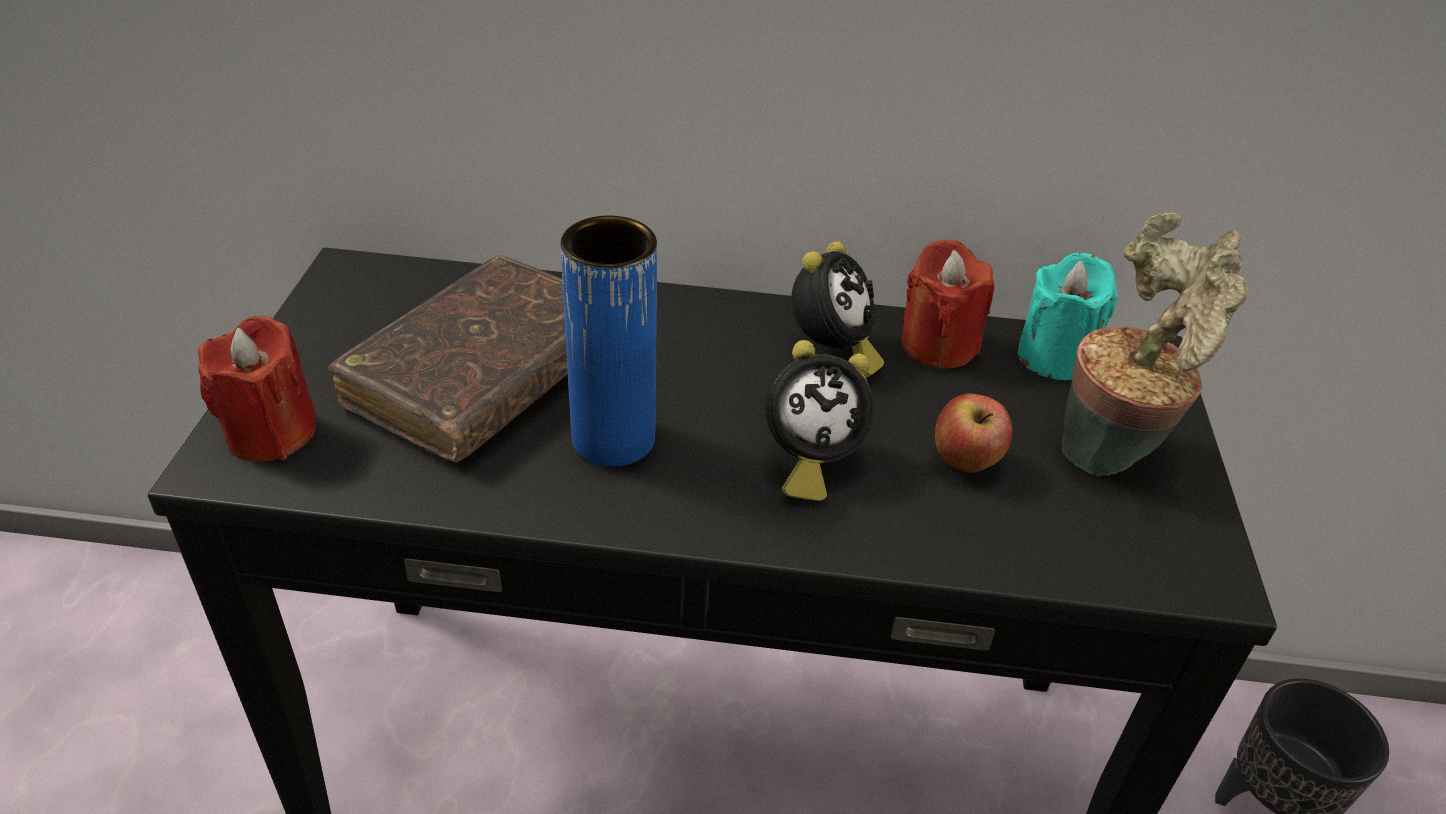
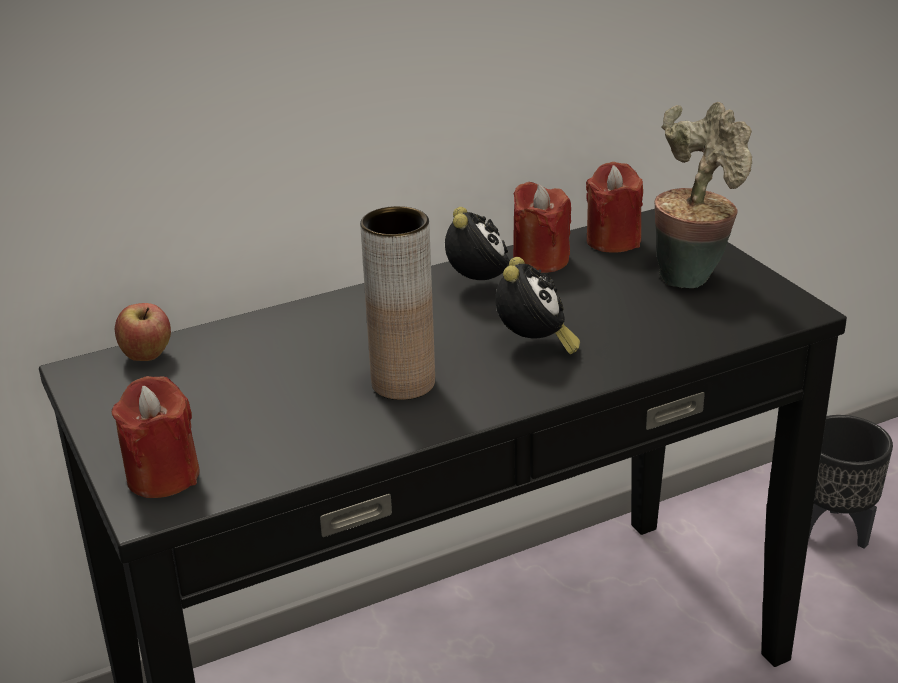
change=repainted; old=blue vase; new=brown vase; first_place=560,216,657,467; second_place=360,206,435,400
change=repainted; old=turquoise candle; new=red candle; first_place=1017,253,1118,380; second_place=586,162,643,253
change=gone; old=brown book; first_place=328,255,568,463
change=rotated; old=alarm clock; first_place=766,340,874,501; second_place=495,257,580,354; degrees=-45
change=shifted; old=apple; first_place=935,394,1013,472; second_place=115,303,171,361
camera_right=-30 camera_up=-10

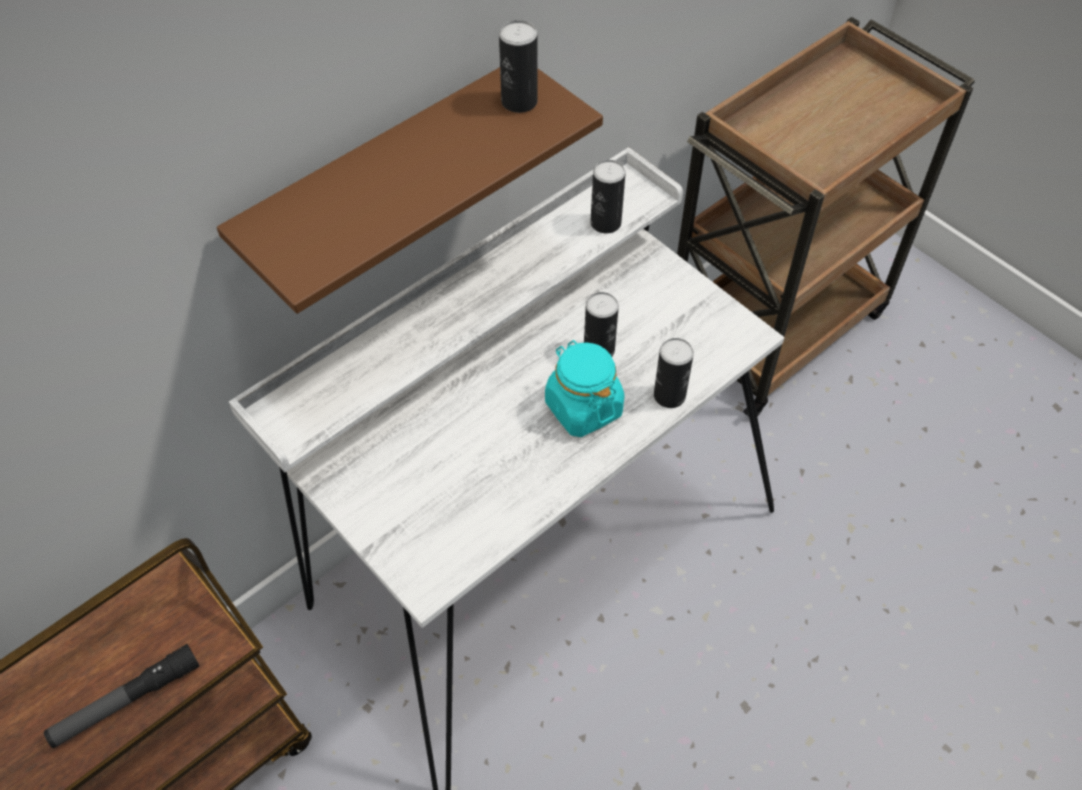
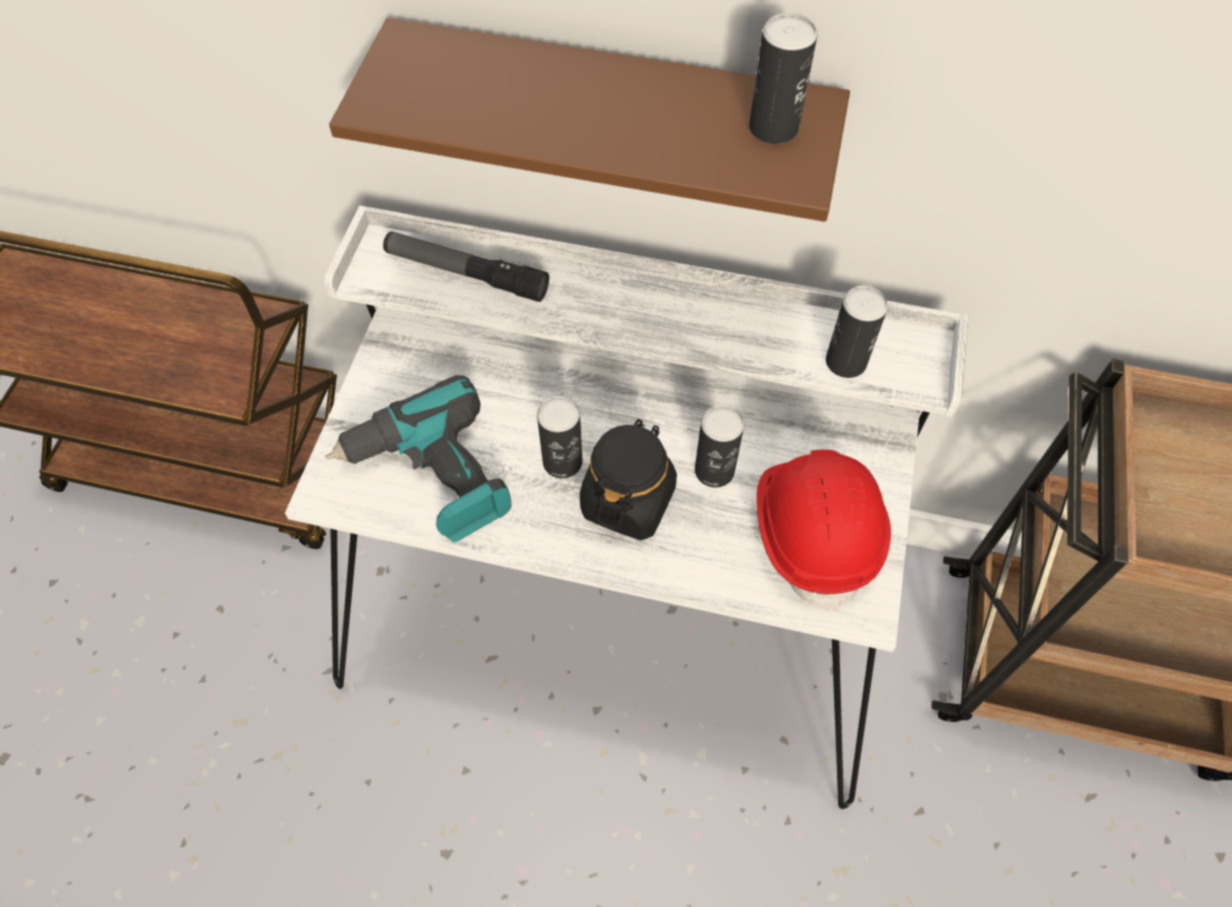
change=shifted; old=can; first_place=654,338,694,408; second_place=537,396,583,478
change=repainted; old=turquoise jar; new=black jar; first_place=545,340,624,437; second_place=580,419,677,540
change=shifted; old=flashlight; first_place=44,644,200,748; second_place=383,232,549,302
change=new; new=power drill; second_place=325,375,512,542
change=new; new=red hard hat; second_place=756,449,891,611
camera_right=55 camera_up=5

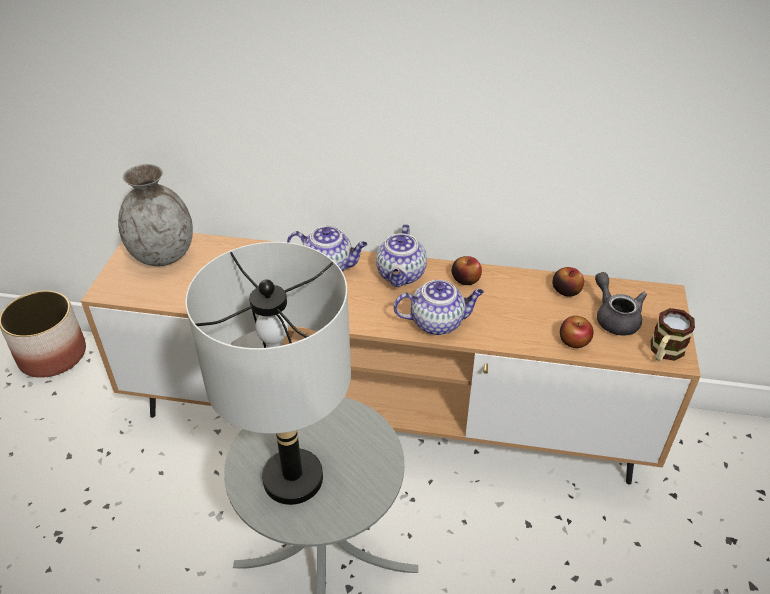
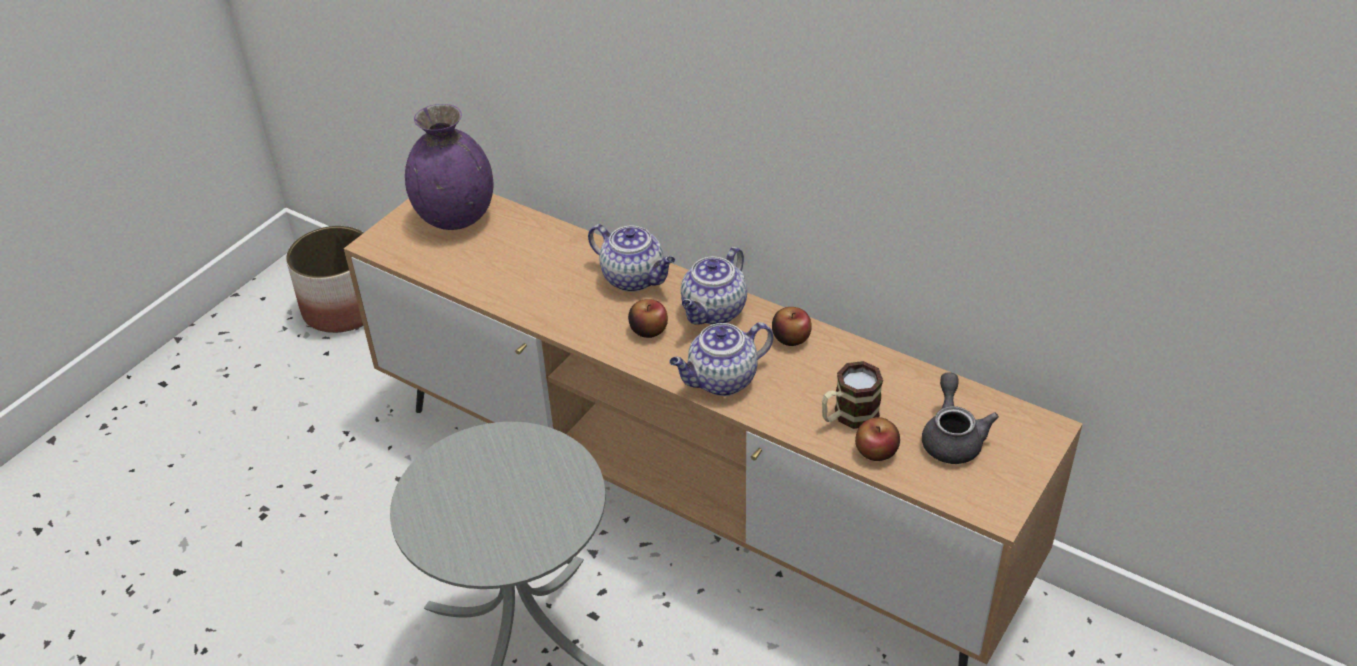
change=repainted; old=grey vase; new=purple vase; first_place=118,164,193,266; second_place=405,104,493,230
change=gone; old=grey table lamp; first_place=185,242,351,505
change=shifted; old=apple; first_place=552,267,584,297; second_place=628,299,668,338
change=rotated; old=teapot; first_place=393,280,484,335; second_place=669,322,773,396; degrees=135
change=shifted; old=mug; first_place=651,308,695,361; second_place=822,361,883,429
camera_right=25 camera_up=0

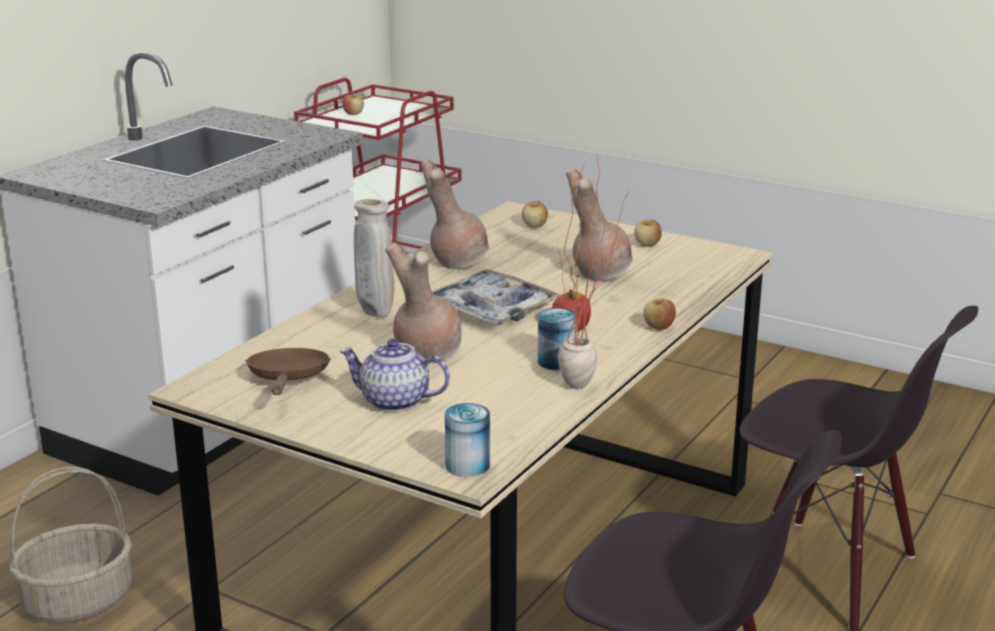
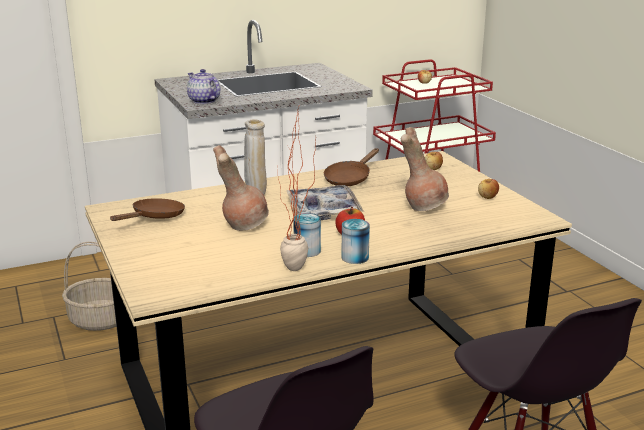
change=swapped; old=brown vase; new=brown frying pan; first_place=421,159,489,269; second_place=324,148,379,186
change=gone; old=apple; first_place=643,299,676,330
change=shifted; old=teapot; first_place=339,339,450,412; second_place=187,69,220,104
change=shifted; old=can; first_place=445,403,490,477; second_place=341,219,370,264
camera_right=35 camera_up=0

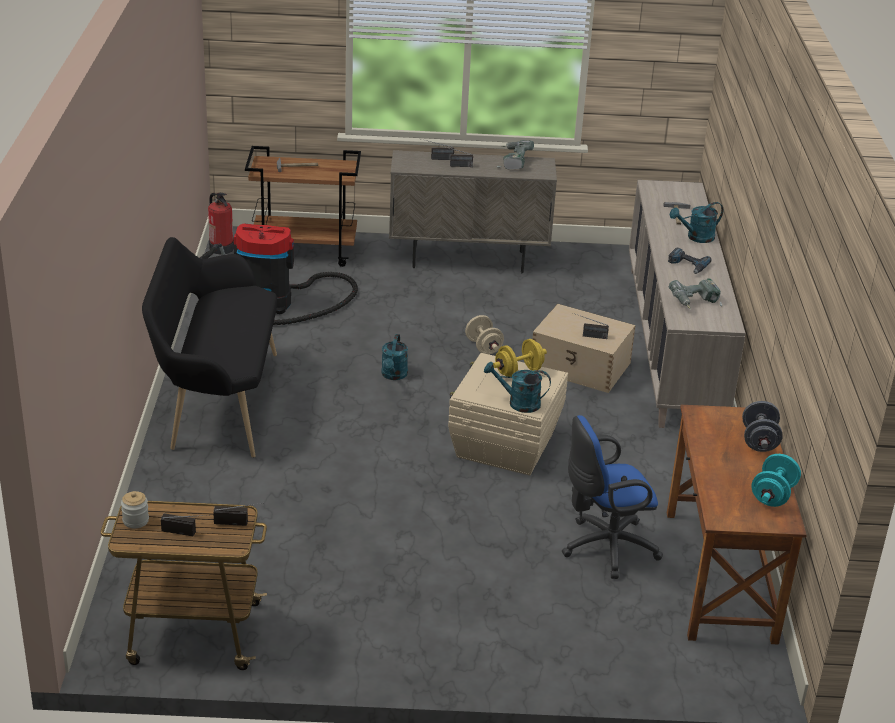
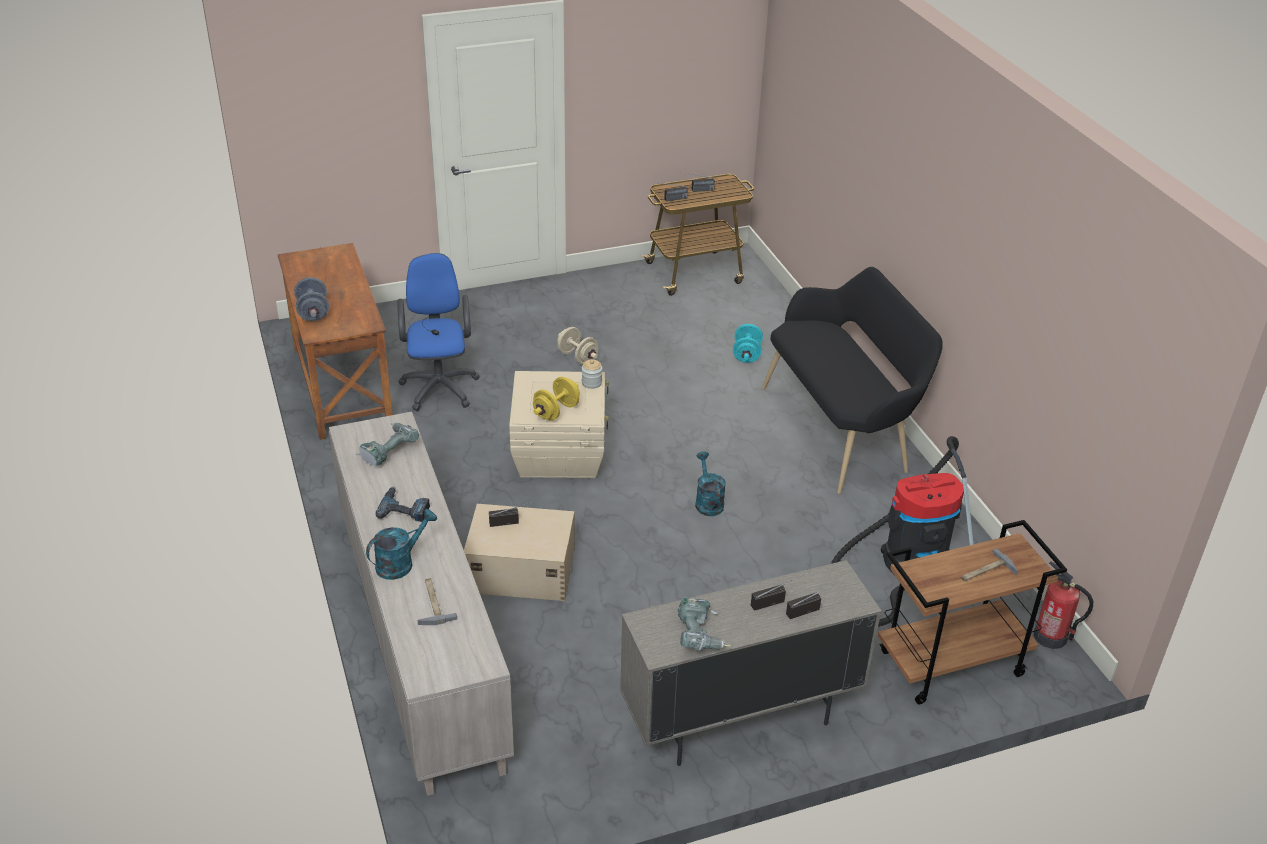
change=shifted; old=beige dumbbell; first_place=465,315,504,354; second_place=557,327,598,364
change=gone; old=turquoise watering can; first_place=484,362,551,413
change=rotated; old=blue office chair; first_place=562,415,663,579; second_place=397,253,480,411; degrees=-60
change=shifted; old=turquoise dumbbell; first_place=751,454,801,507; second_place=733,324,763,363
change=shifted; old=jar; first_place=121,491,149,528; second_place=582,359,602,389
camera_right=160 camera_up=5

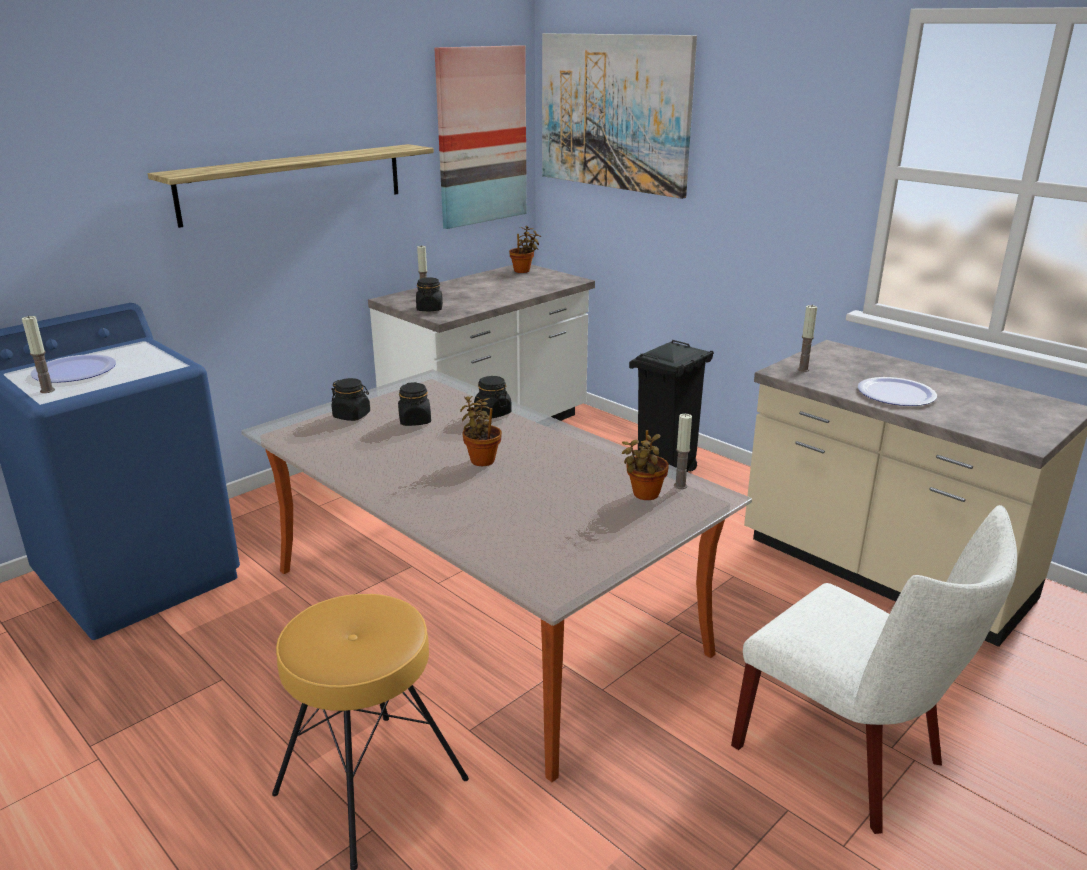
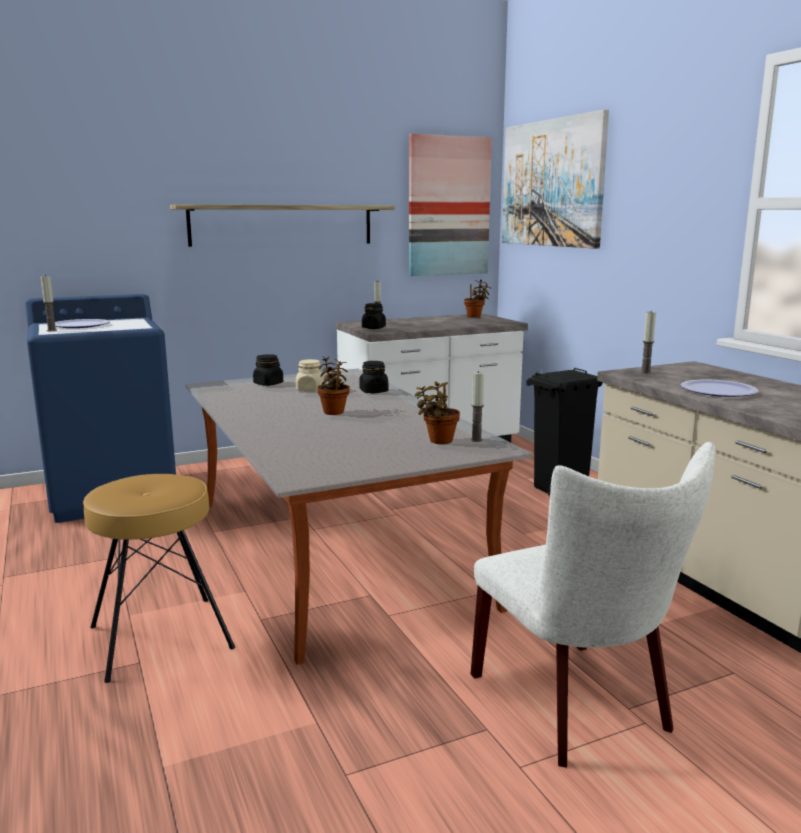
change=repainted; old=black jar; new=beige jar; first_place=398,382,431,426; second_place=296,359,324,392
camera_right=20 camera_up=-10

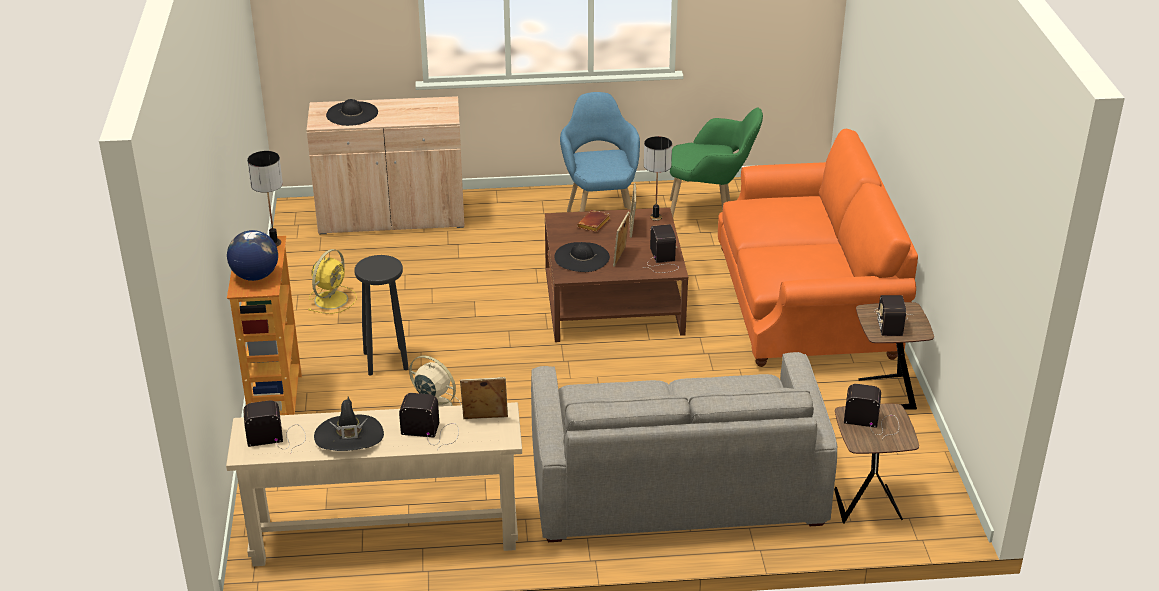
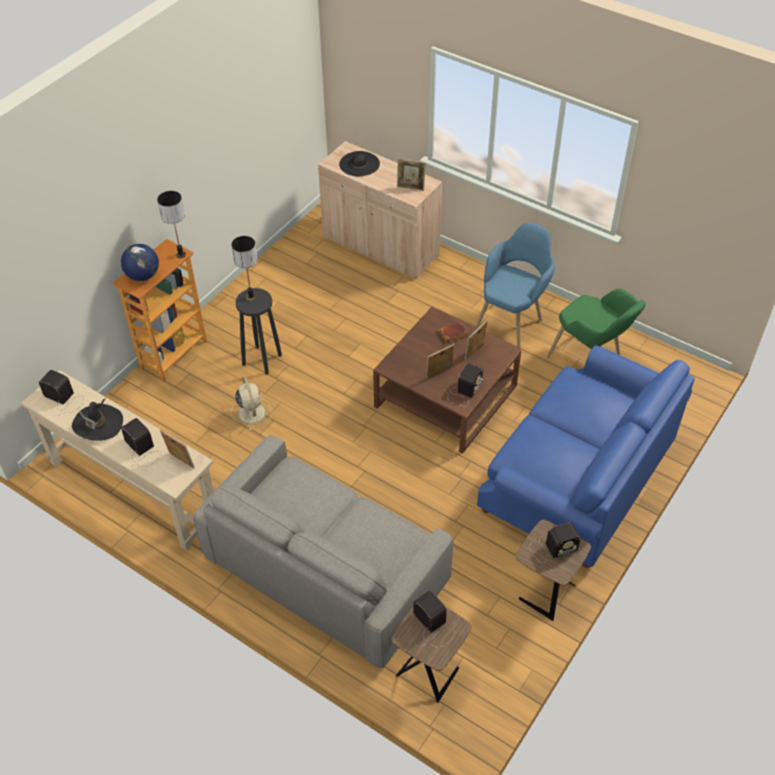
change=repainted; old=orange sofa; new=blue sofa; first_place=718,129,918,367; second_place=477,345,695,568
change=shifted; old=table lamp; first_place=644,136,672,221; second_place=231,236,258,301
change=gone; old=black hat; first_place=554,242,610,272
change=gone; old=yellow fan; first_place=308,249,357,314
change=rotated; old=radio; first_place=874,295,910,336; second_place=530,522,581,563; degrees=-150
change=new; new=picture frame; second_place=397,159,426,191
camera_right=40 camera_up=15

